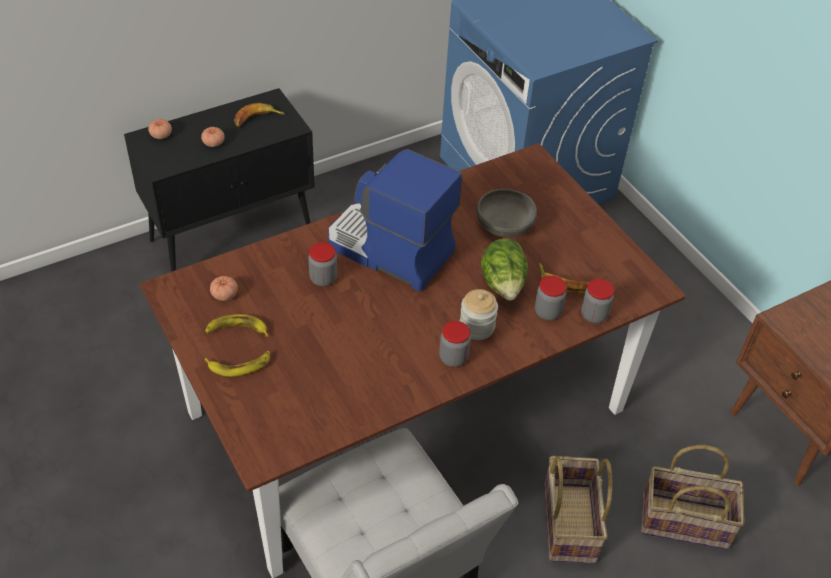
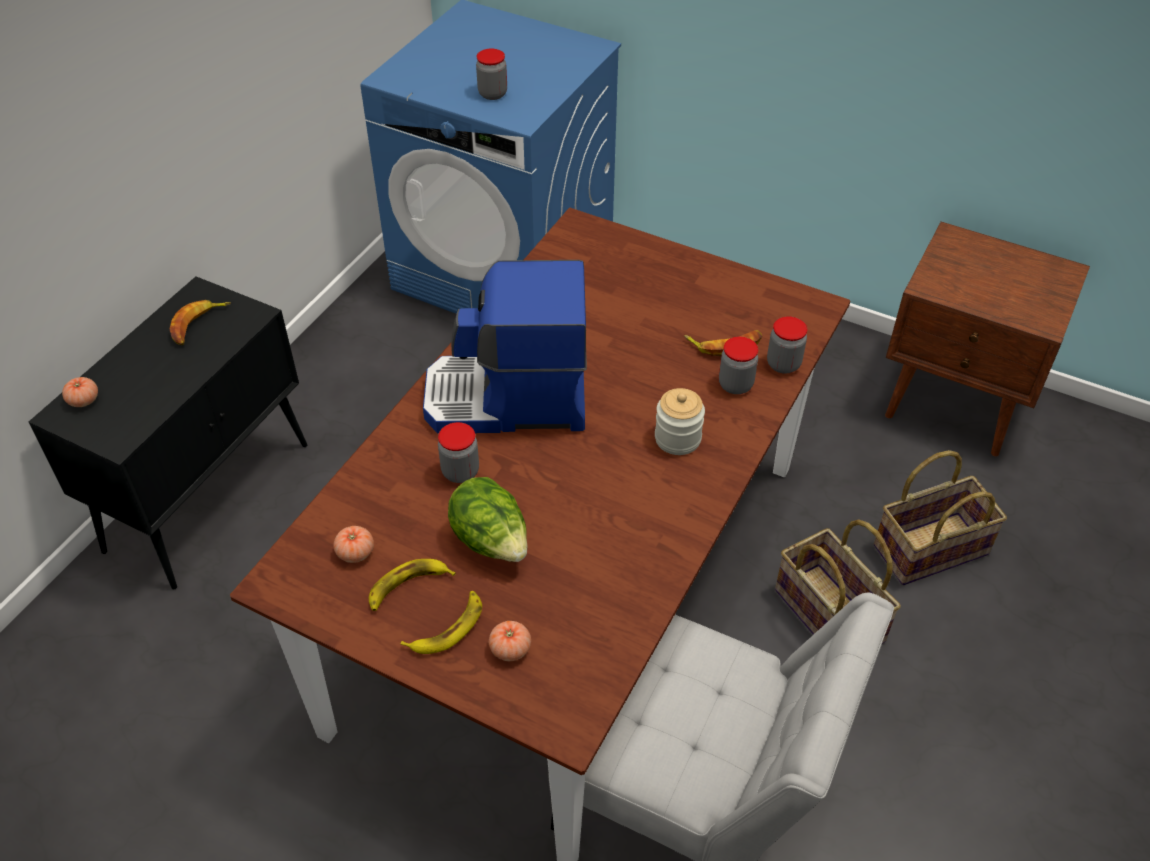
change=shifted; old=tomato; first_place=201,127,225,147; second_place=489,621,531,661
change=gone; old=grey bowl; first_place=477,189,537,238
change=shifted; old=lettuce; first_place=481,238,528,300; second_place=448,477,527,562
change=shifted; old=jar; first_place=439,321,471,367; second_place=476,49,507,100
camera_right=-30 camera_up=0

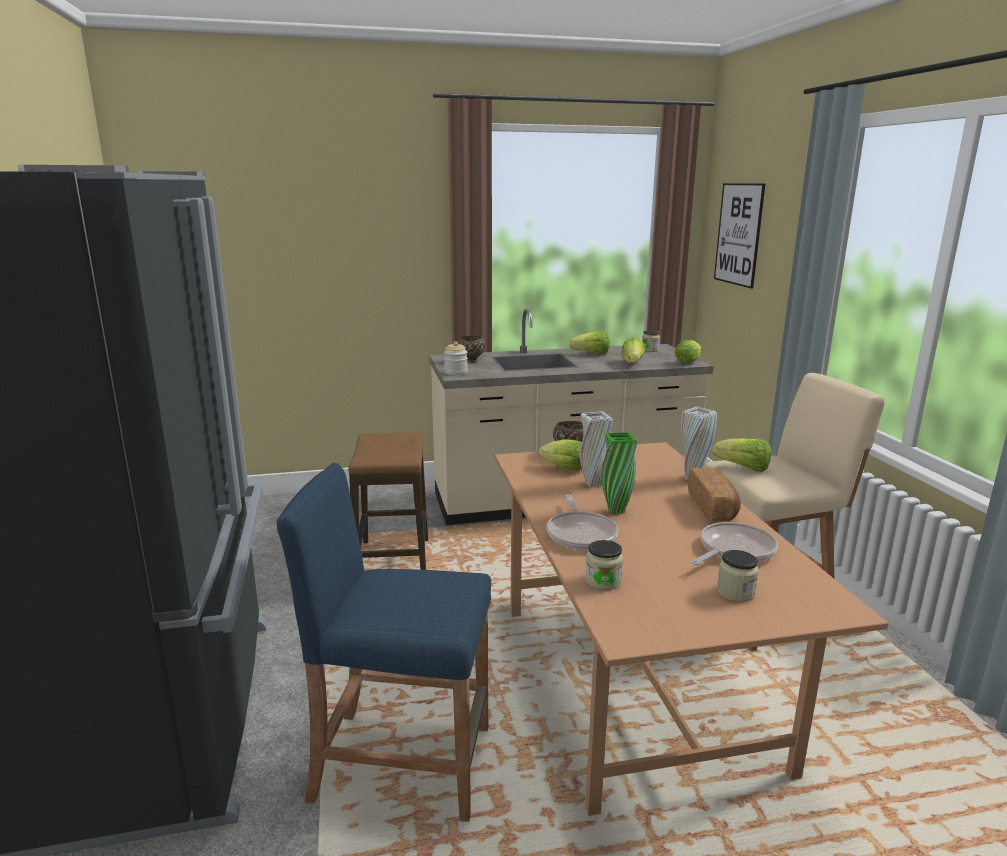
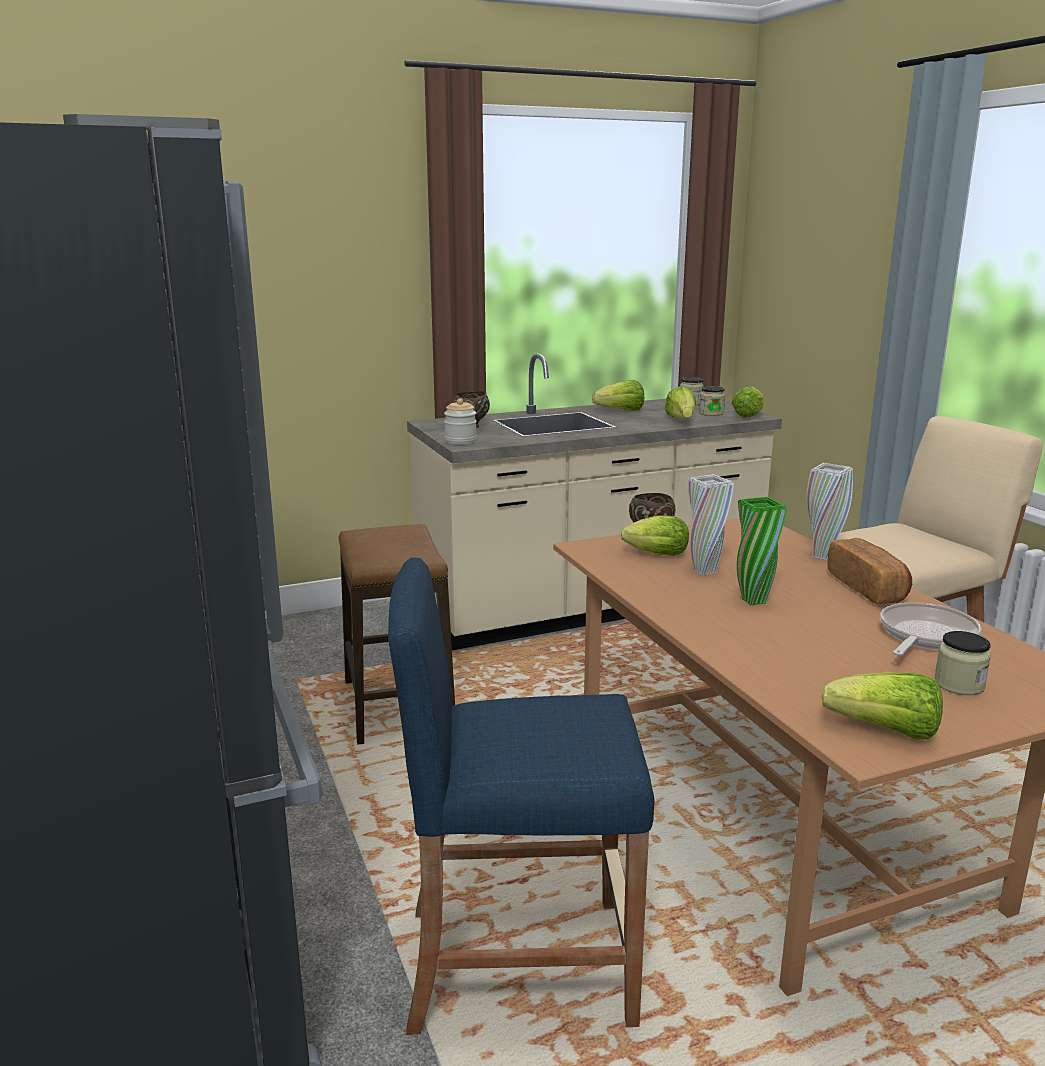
change=gone; old=picture; first_place=714,183,765,289
change=shifted; old=lettuce; first_place=713,438,771,472; second_place=822,672,943,739
change=gone; old=frying pan; first_place=547,494,618,550
change=shifted; old=jar; first_place=585,540,623,590; second_place=699,386,725,416
camera_right=-10 camera_up=0

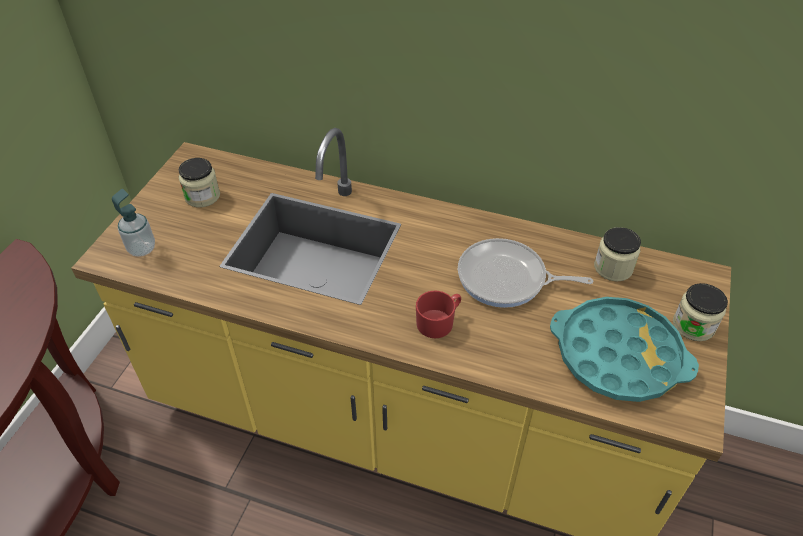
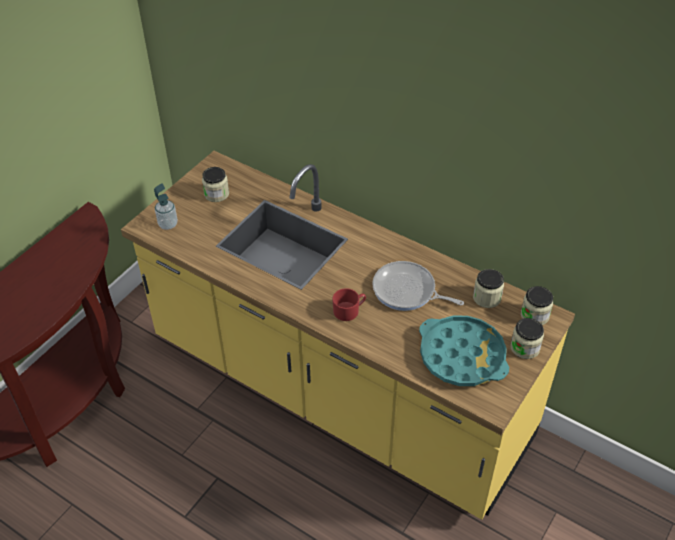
change=new; new=jar; second_place=521,286,553,325
camera_right=15 camera_up=0

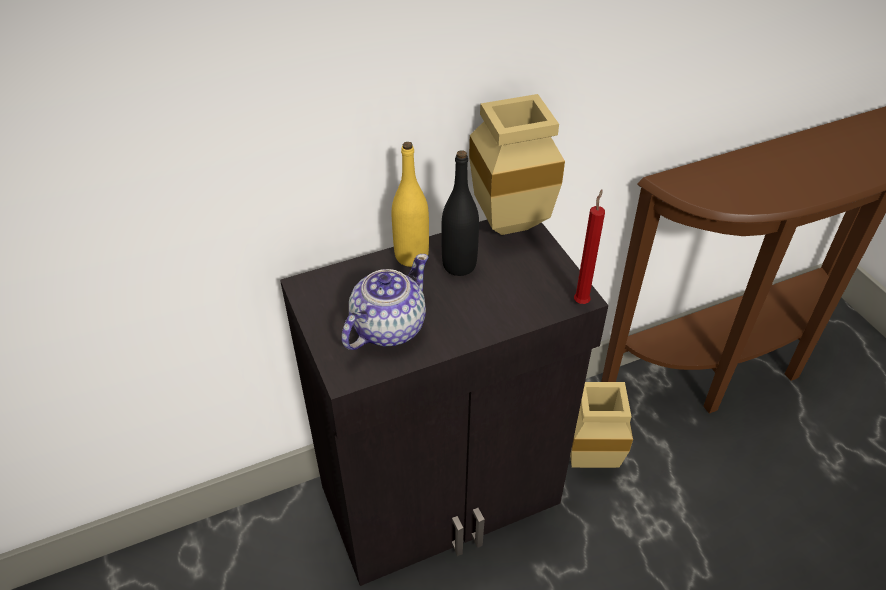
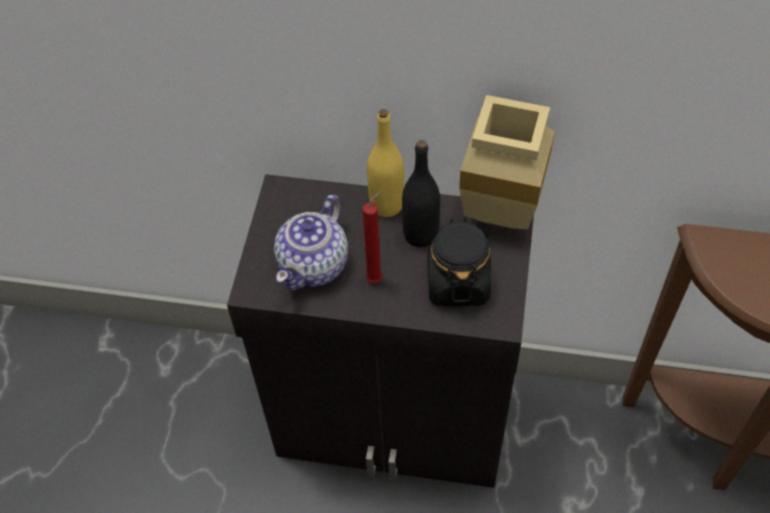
change=shifted; old=red candle; first_place=574,189,605,304; second_place=363,191,383,283
change=rotated; old=teapot; first_place=341,254,428,350; second_place=274,195,348,290; degrees=135
change=gone; old=beige vase; first_place=570,382,633,468
change=new; new=black jar; second_place=427,218,492,306
camera_right=35 camera_up=10

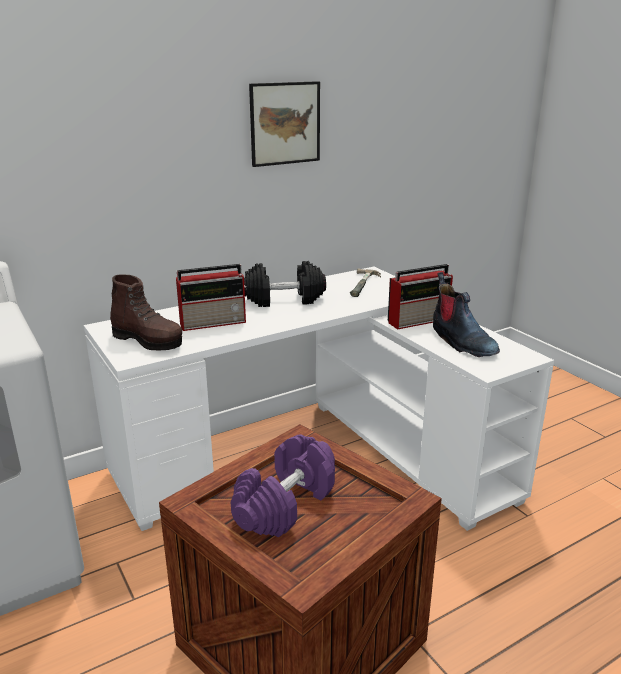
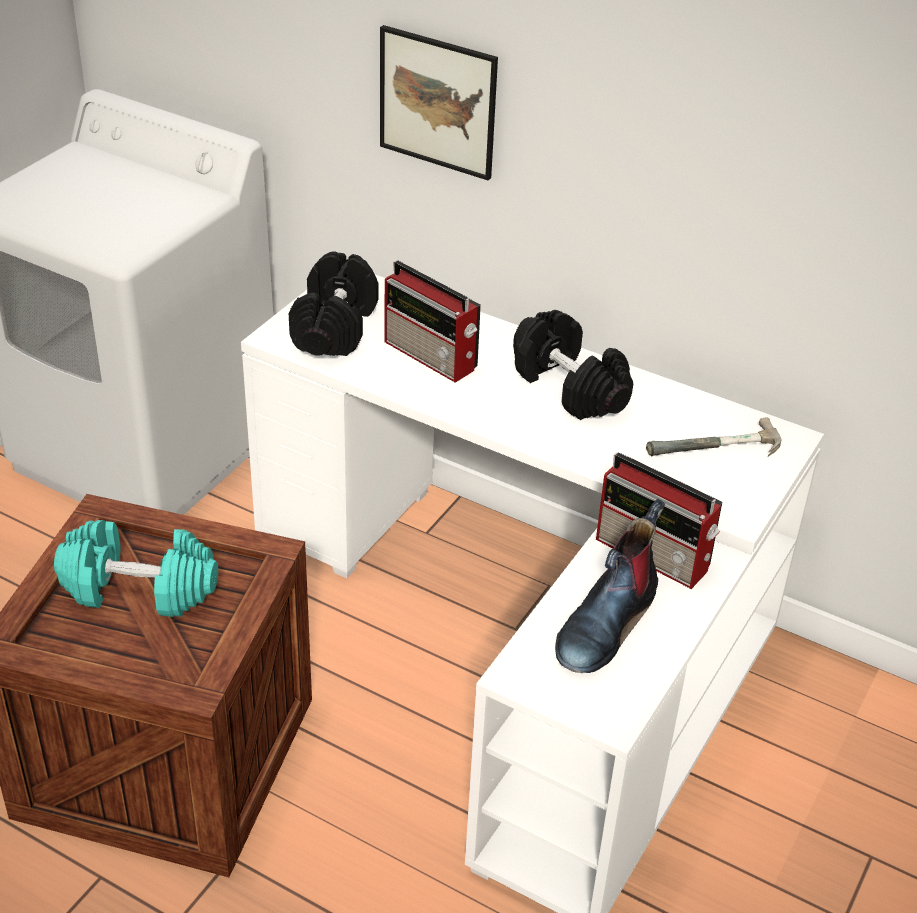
change=shifted; old=picture; first_place=249,81,320,167; second_place=380,25,498,180
change=swapped; old=brown boot; new=black dumbbell; first_place=110,275,182,350; second_place=289,252,379,356
change=repainted; old=purple dumbbell; new=turquoise dumbbell; first_place=231,434,335,538; second_place=54,520,218,617
camera_right=60 camera_up=15

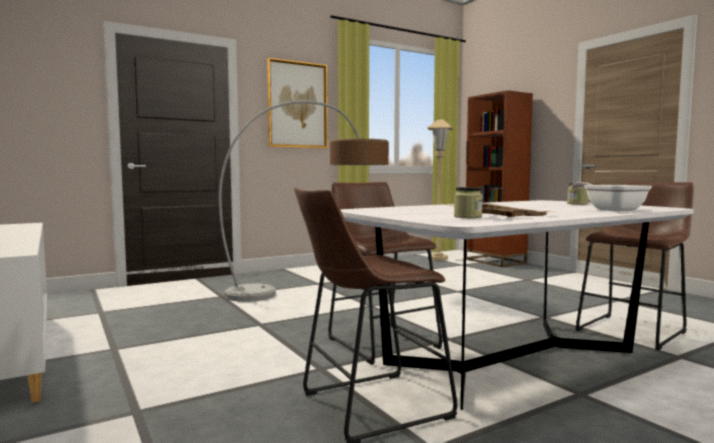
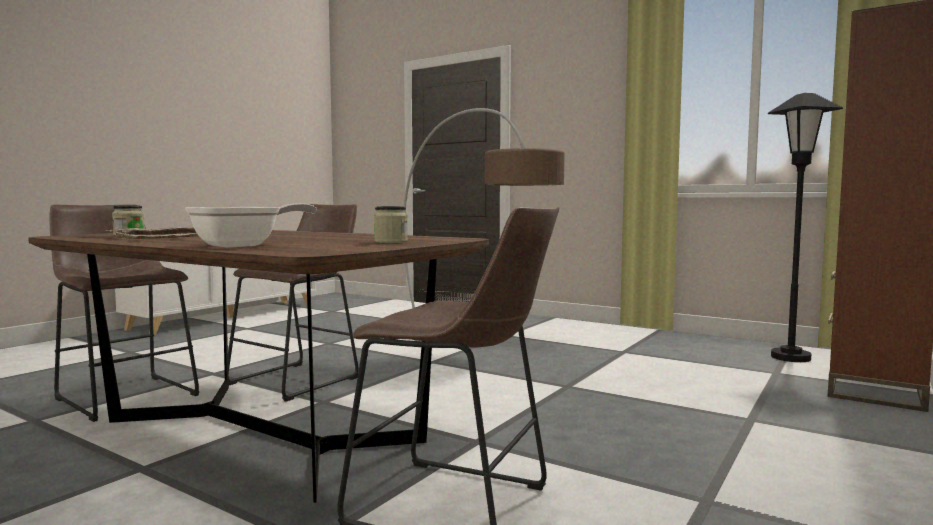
change=gone; old=picture; first_place=267,58,327,148
change=repainted; old=beige floor lamp; new=black floor lamp; first_place=427,120,453,260; second_place=768,93,843,362
change=repainted; old=white dining table; new=brown dining table; first_place=341,200,694,410; second_place=28,230,489,503
camera_right=65 camera_up=0

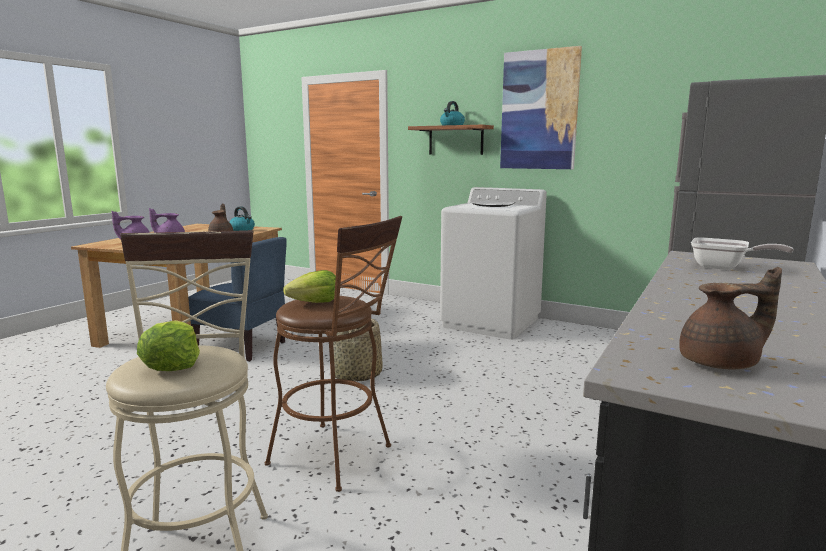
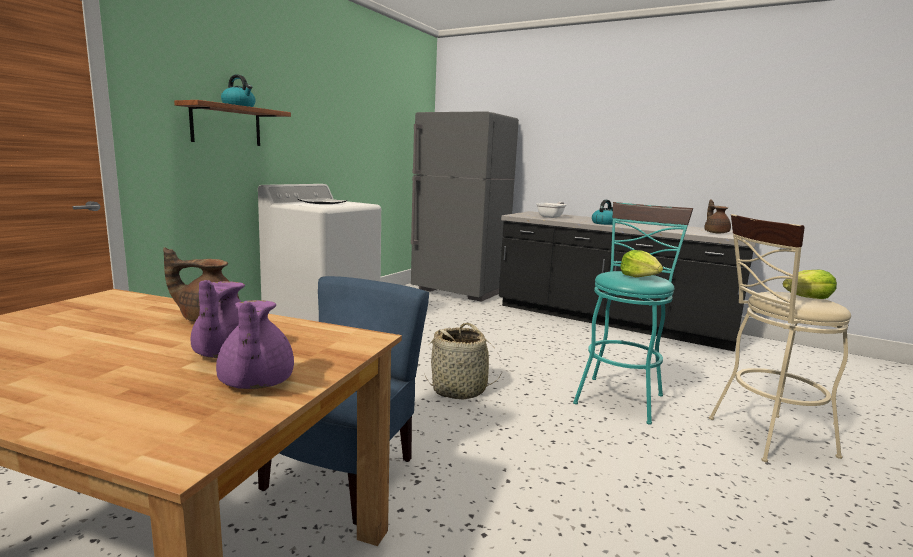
change=gone; old=picture; first_place=500,46,582,169
change=shifted; old=kettle; first_place=229,206,255,231; second_place=592,200,613,225
change=repainted; old=brown stool; new=turquoise stool; first_place=265,216,402,492; second_place=573,202,693,425
camera_right=-90 camera_up=0

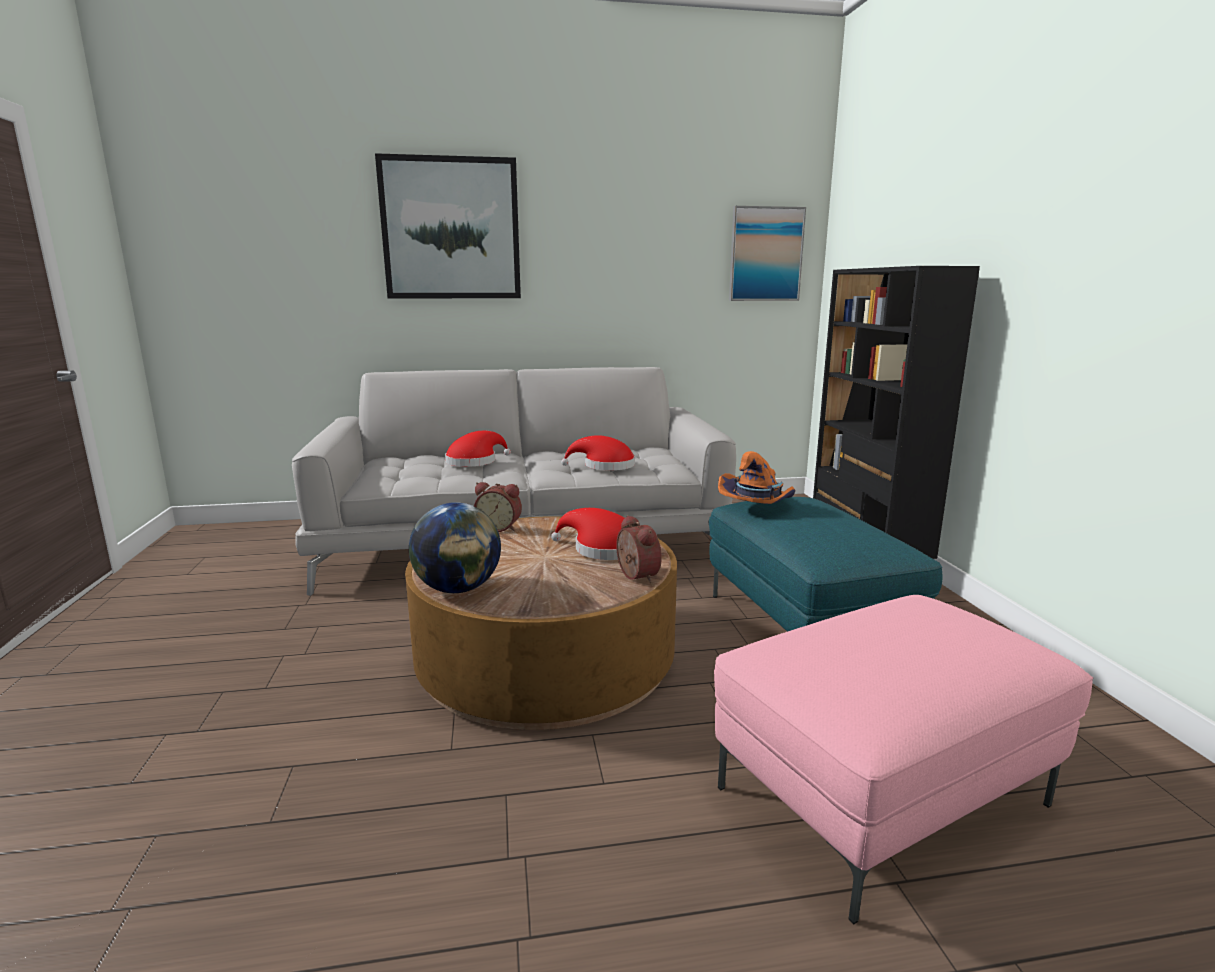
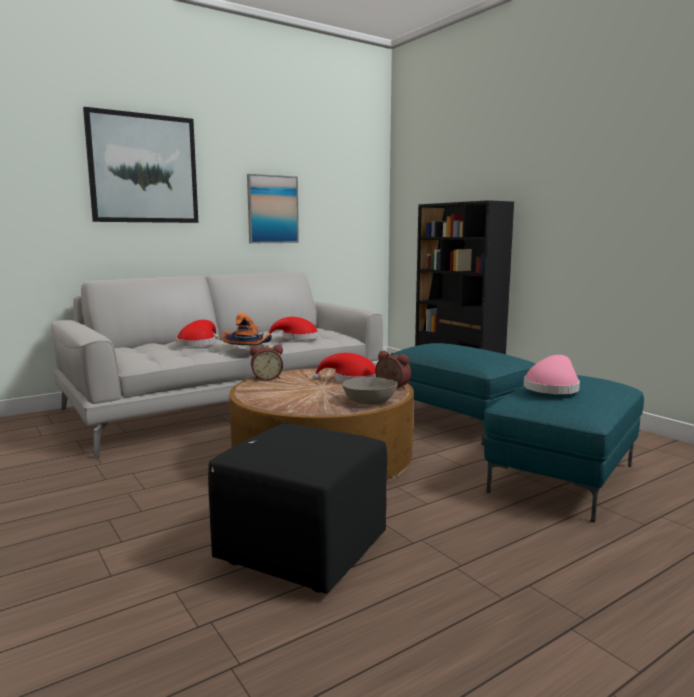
change=shifted; old=picture; first_place=729,206,806,301; second_place=247,174,299,243
change=shifted; old=orange hat; first_place=718,451,796,504; second_place=222,313,272,346
change=gone; old=globe; first_place=409,502,501,593
change=repainted; old=pink ottoman; new=turquoise ottoman; first_place=714,595,1093,924; second_place=484,375,644,522
change=new; new=pink hat; second_place=524,355,580,394
change=new; new=grey bowl; second_place=342,377,398,404
change=new; new=black ottoman; second_place=208,424,388,594
camera_right=-25 camera_up=-5

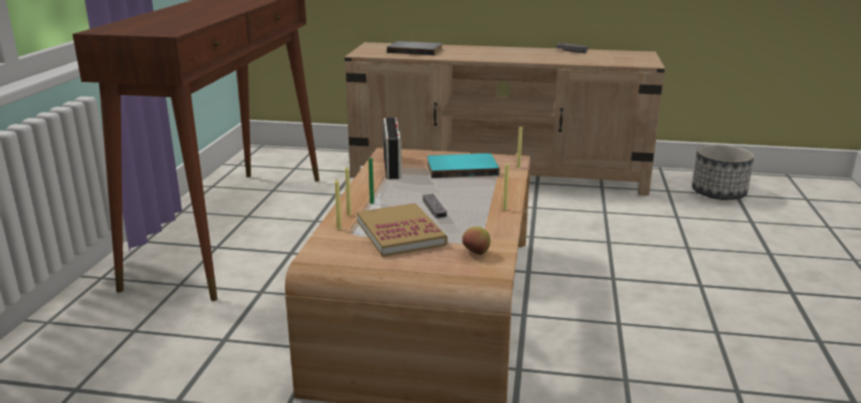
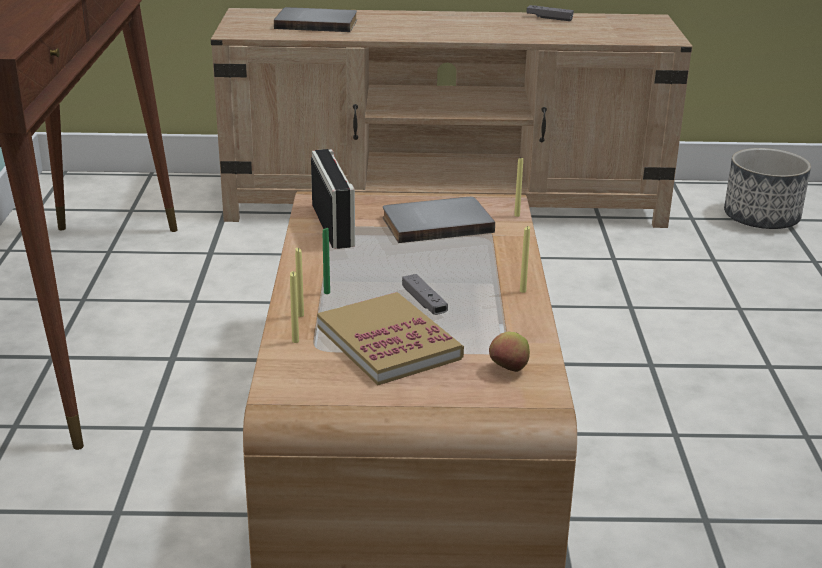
change=repainted; old=turquoise book; new=grey book; first_place=427,153,499,178; second_place=383,197,495,243
camera_right=-10 camera_up=5

